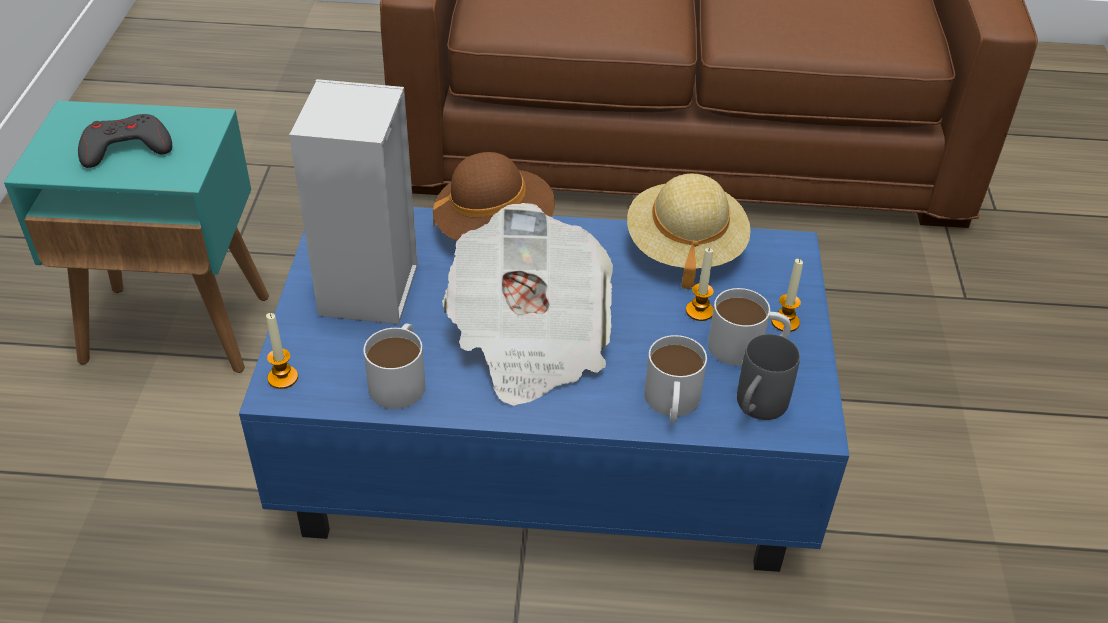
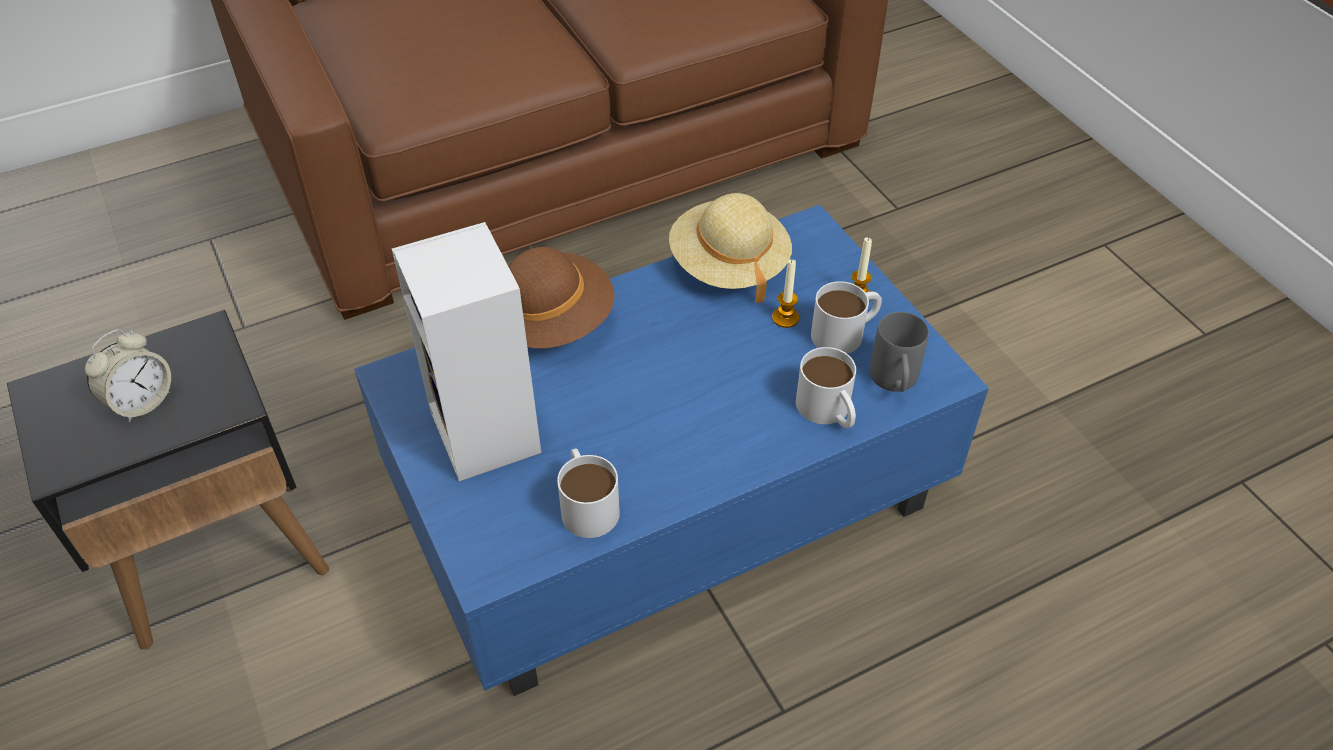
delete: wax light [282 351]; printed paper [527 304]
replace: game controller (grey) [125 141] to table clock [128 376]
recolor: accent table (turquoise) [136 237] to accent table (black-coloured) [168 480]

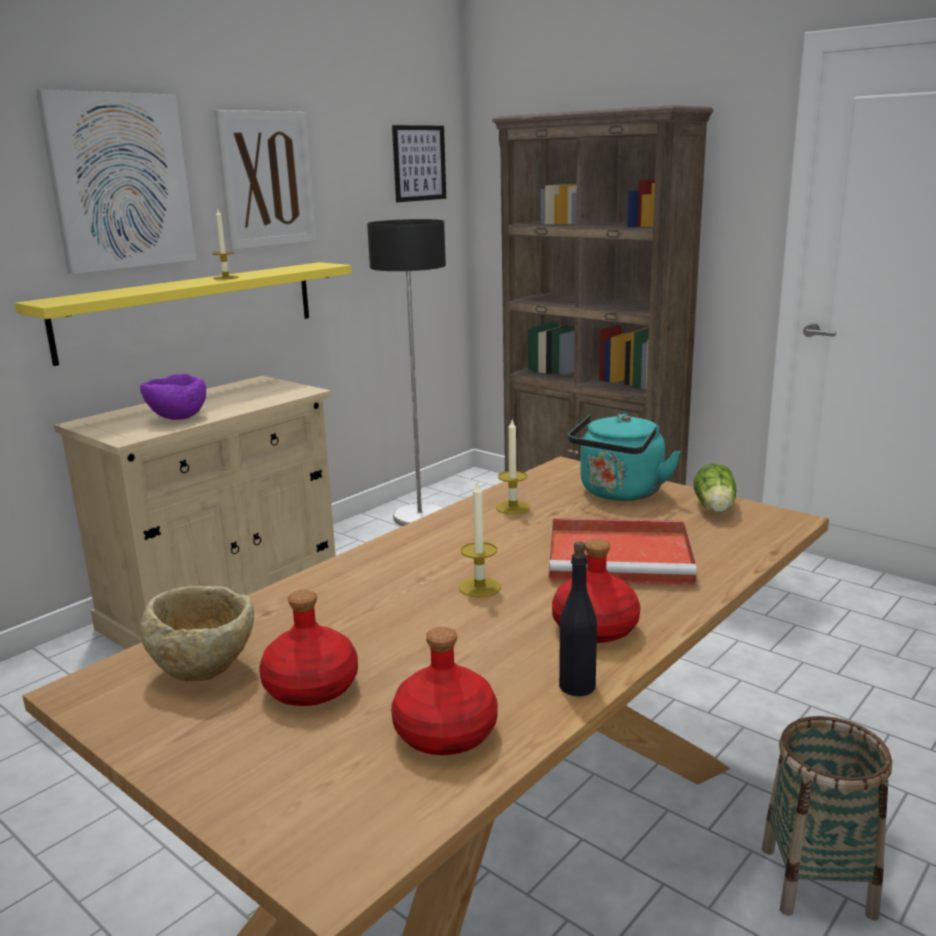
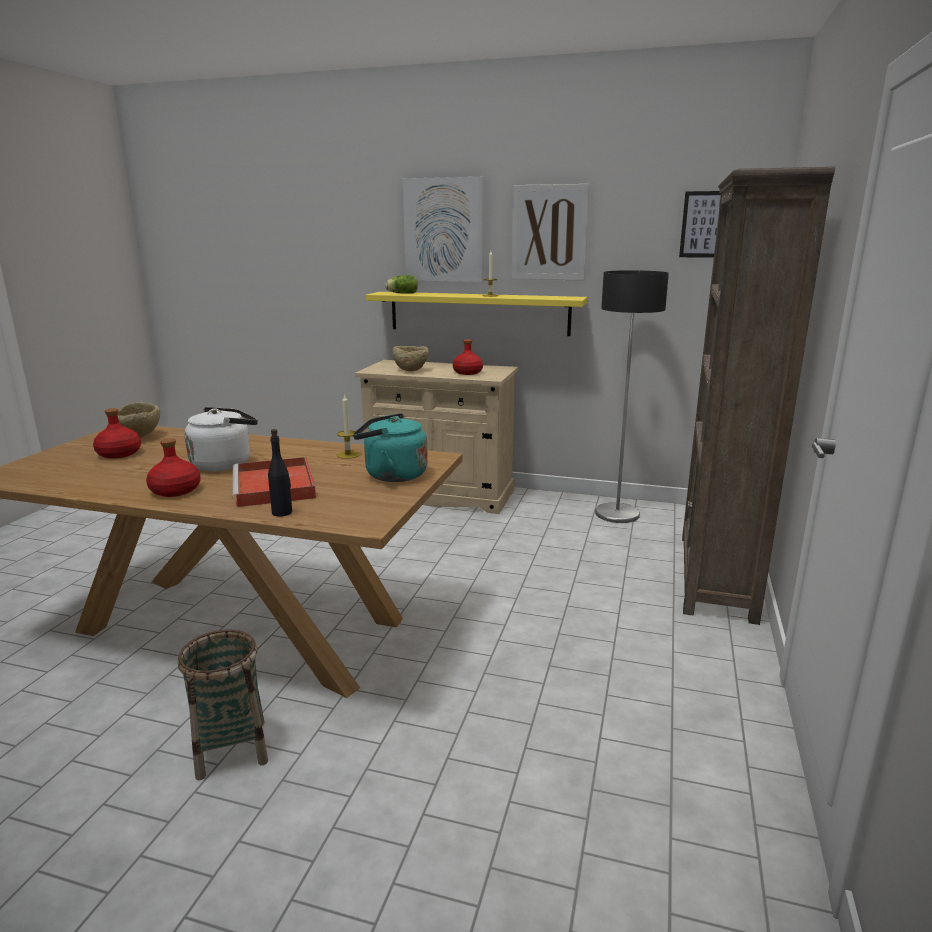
move: drink bottle (red-coloured) [444 691] to [468 357]; drink bottle (black-coloured) [578 618] to [280 473]; lettuce [715 488] to [401 284]
replace: wax light [480 539] to kettle (white-coloured) [221 439]
recolor: bowl (purplish) [173 397] to bowl (beige-coloured) [411 358]

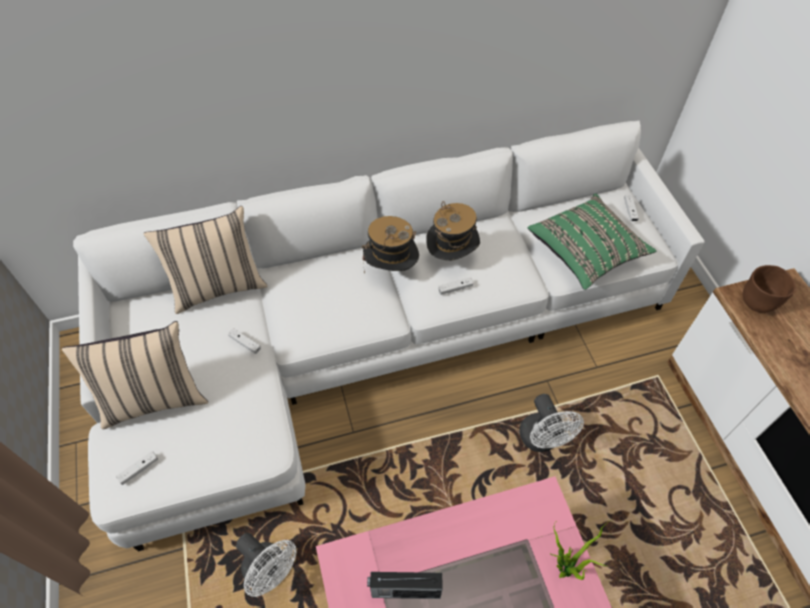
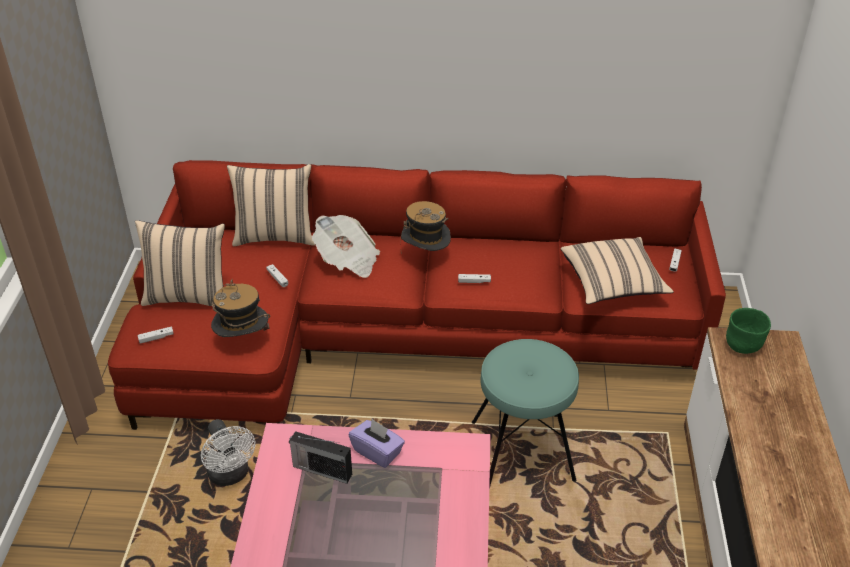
delete: potted plant [581 549]
insert: printed paper [346 246]; tissue holder (purplish) [376 443]
move: clothing hat [453 231] to [240 308]
replace: electric fan (white-coloured) [551 423] to sitting stool (turquoise) [525 414]
recolor: settee (white-coloured) [388 336] to settee (red-coloured) [417 295]; cushion (green) [591 241] to cushion (beige-coloured) [617 270]; bowl (brownish) [769 289] to bowl (green) [748 331]

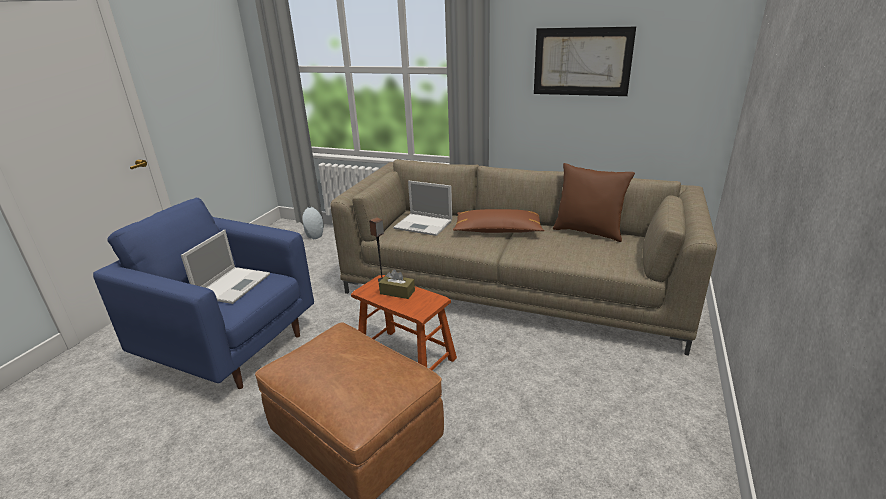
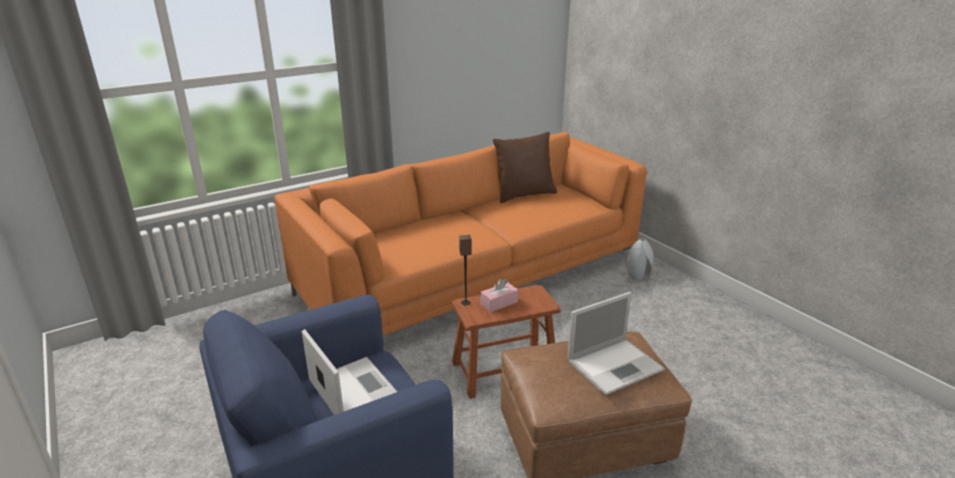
delete: cushion (brownish) [498 221]; picture [585 61]
move: decorative vase (grey) [312 223] to [640 259]; portable computer [422 208] to [616 343]
recolor: settee (beige-coloured) [523 257] to settee (orange-coloured) [460 233]; tissue holder (brownish) [397 284] to tissue holder (pink-coloured) [499 295]

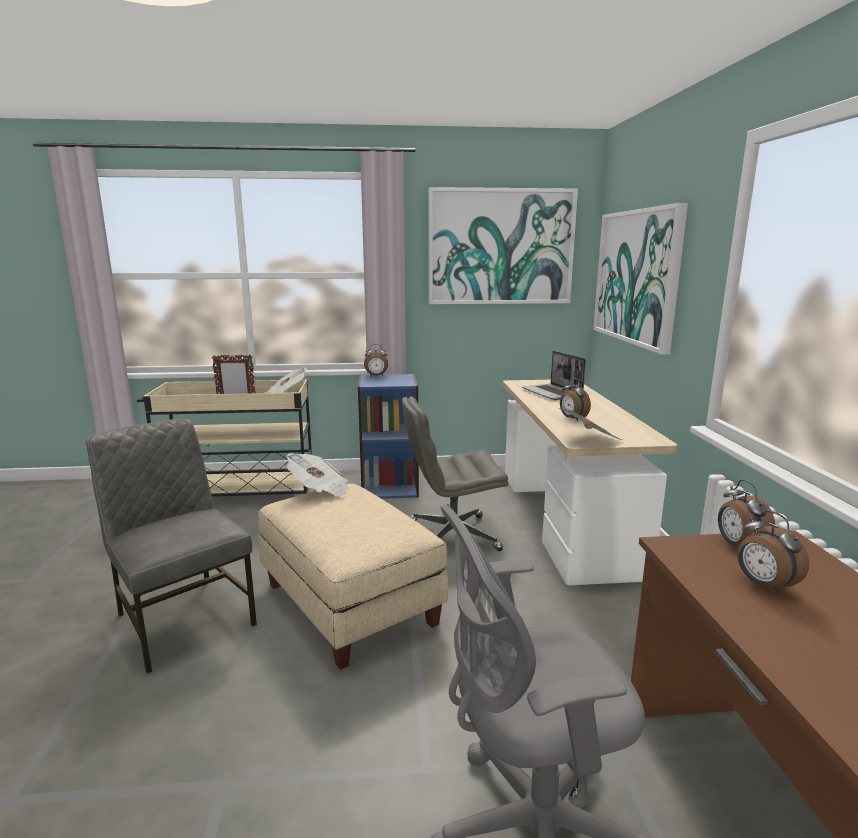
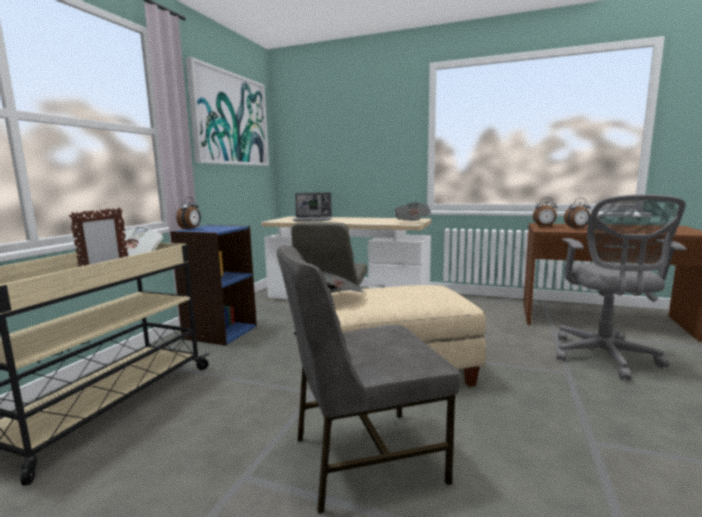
delete: table clock [575 399]; picture [640 278]

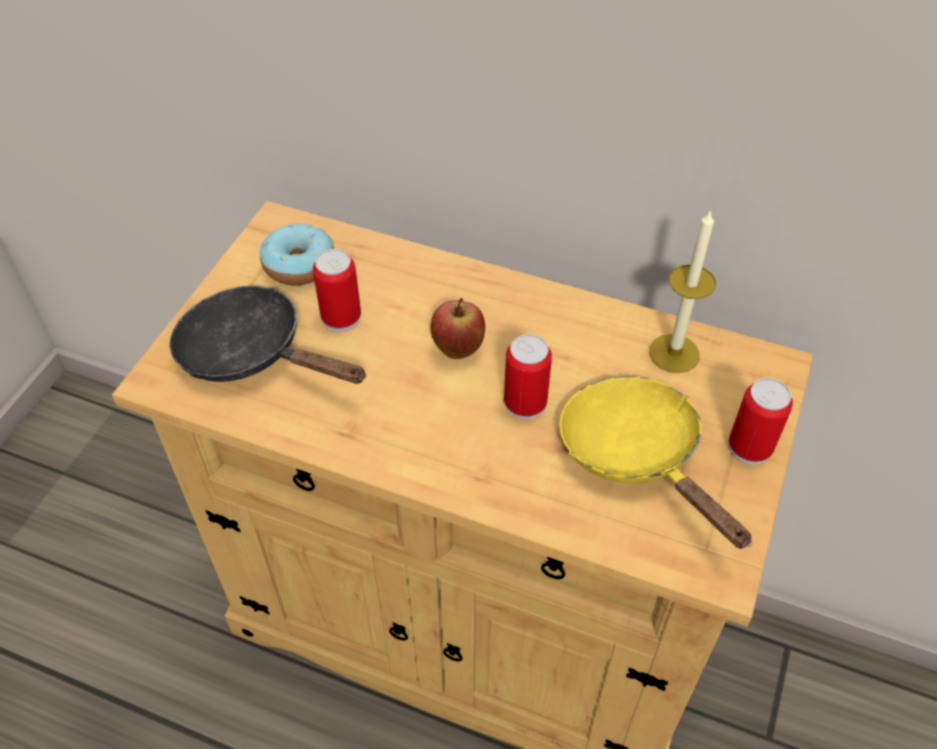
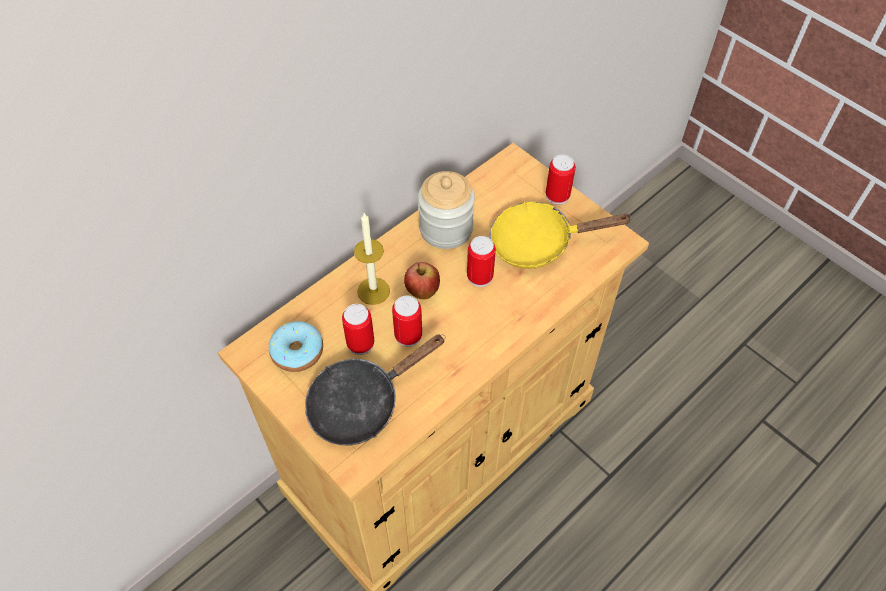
insert: can [407 321]; preserve jar [446 210]
move: wax light [682 291] to [372 259]

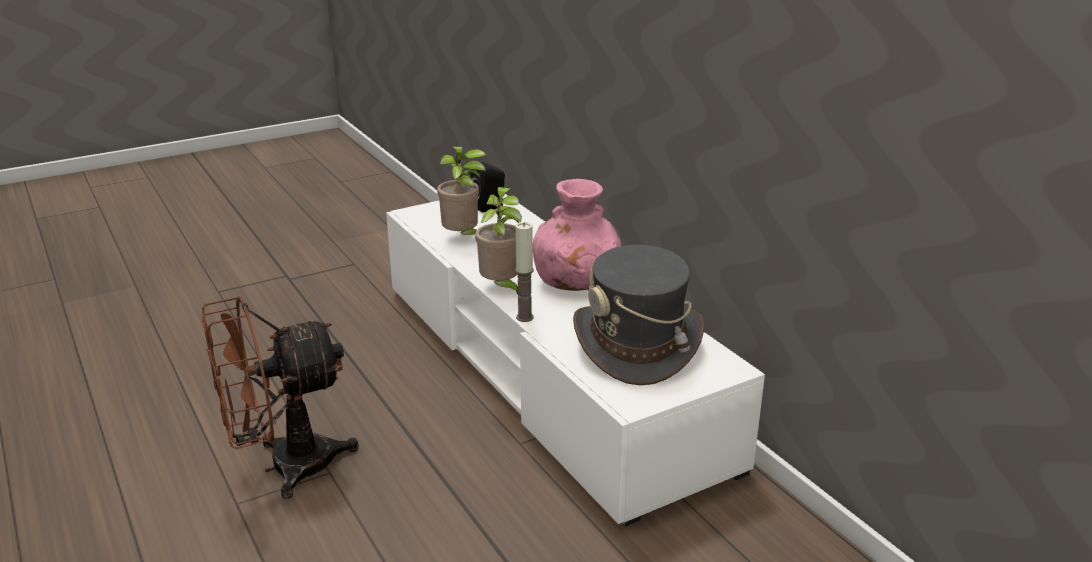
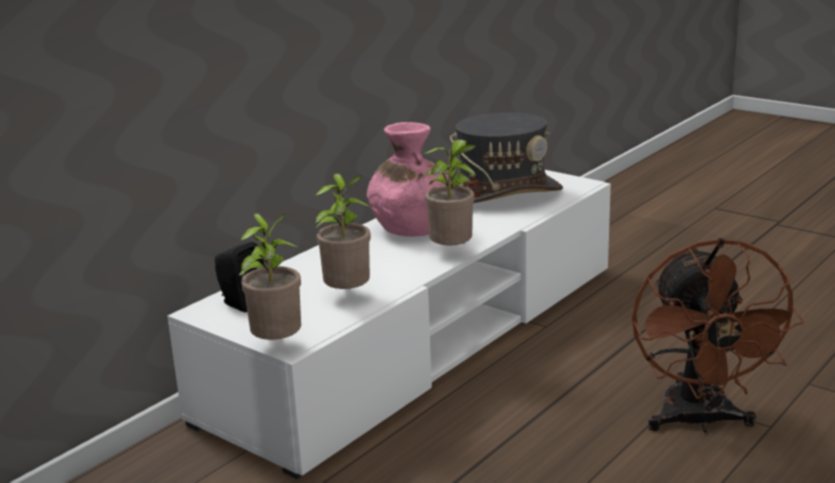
delete: wax light [524 272]
insert: potted plant [270 276]
rotate: electric fan (brownish) [280 397] = [718 335] 45 degrees clockwise

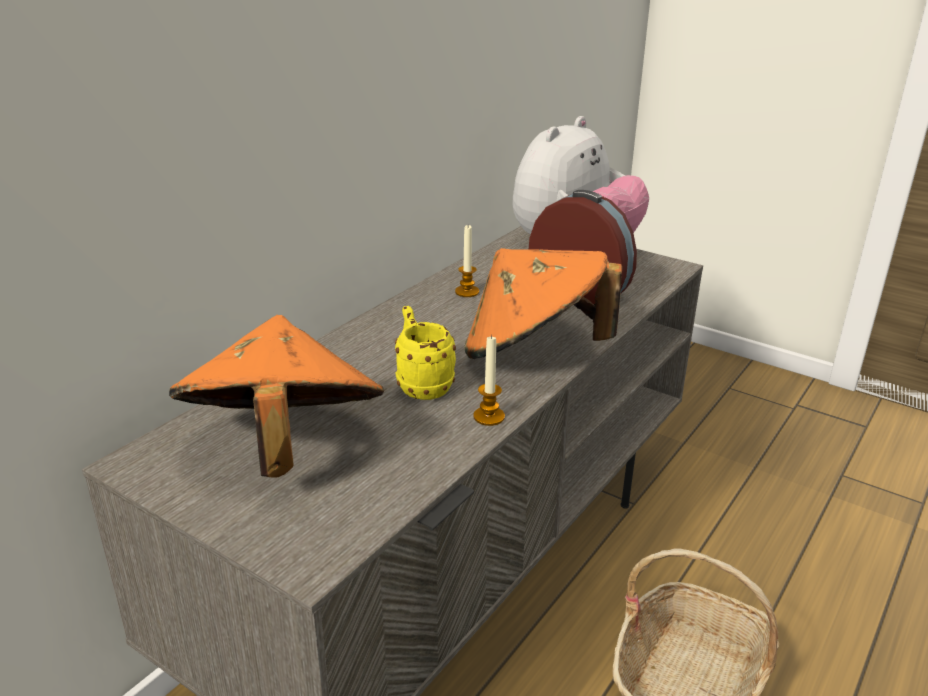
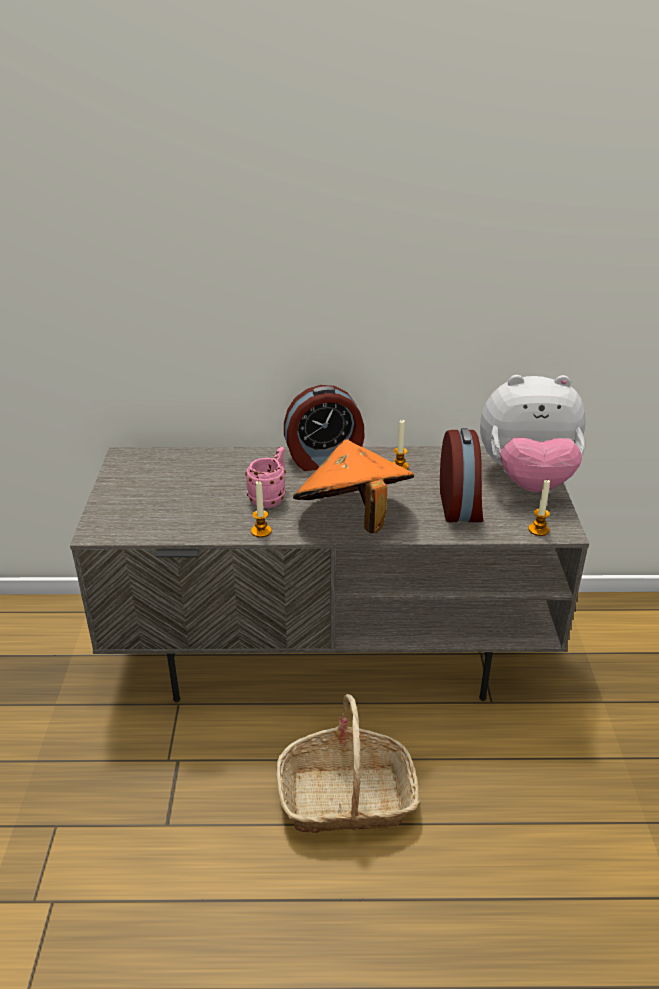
delete: clothing hat (orange-coloured) [276 396]
insert: table clock [324 428]; wax light [539 507]
recolor: tea mug (yellow-coloured) [425 353] to tea mug (pink-coloured) [265 477]

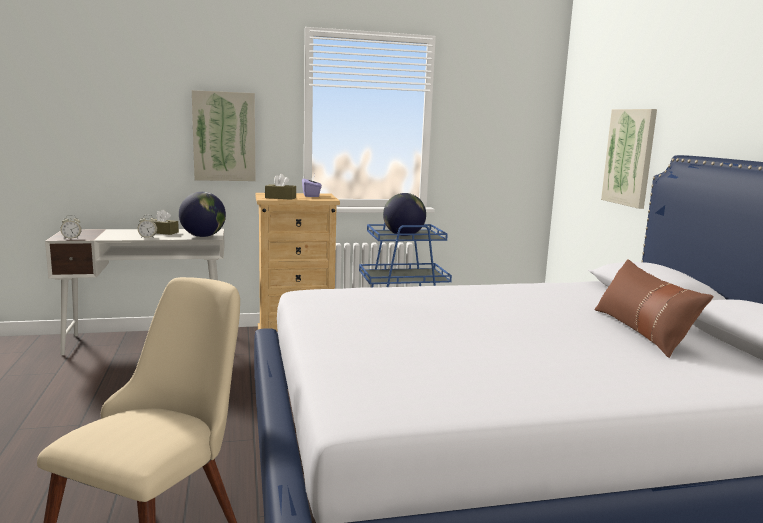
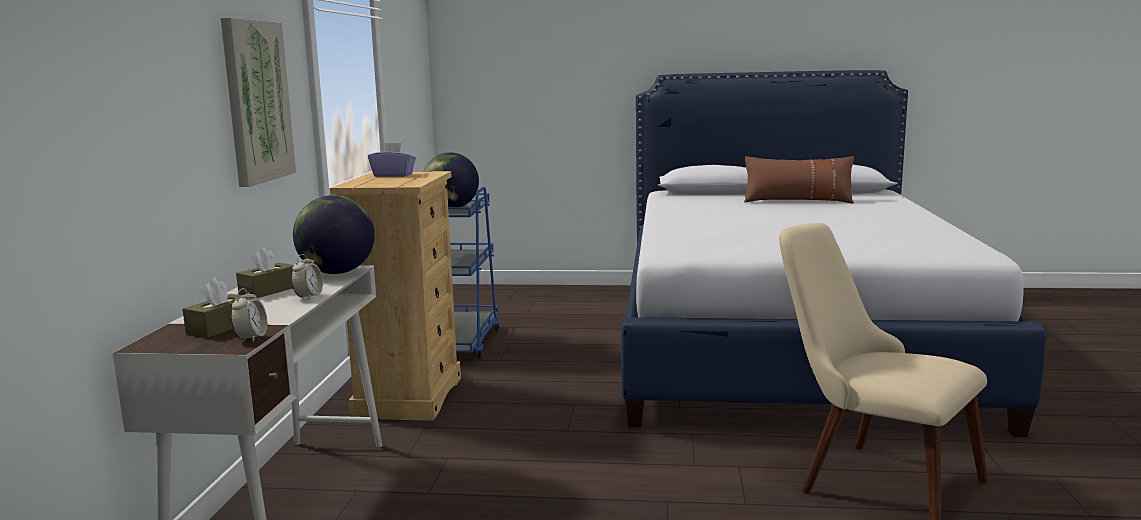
delete: picture [629 159]
move: tissue holder (brownish) [280 187] to [212 308]

